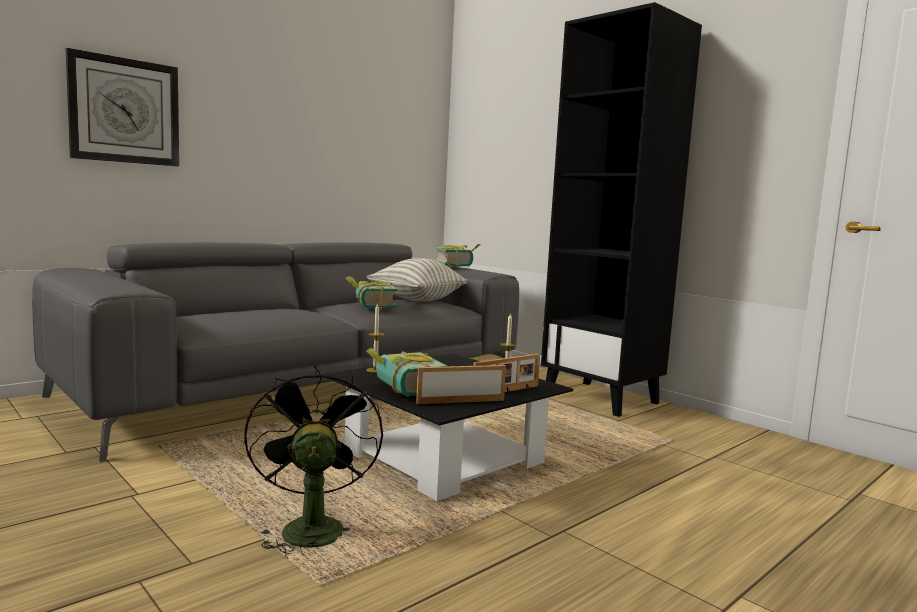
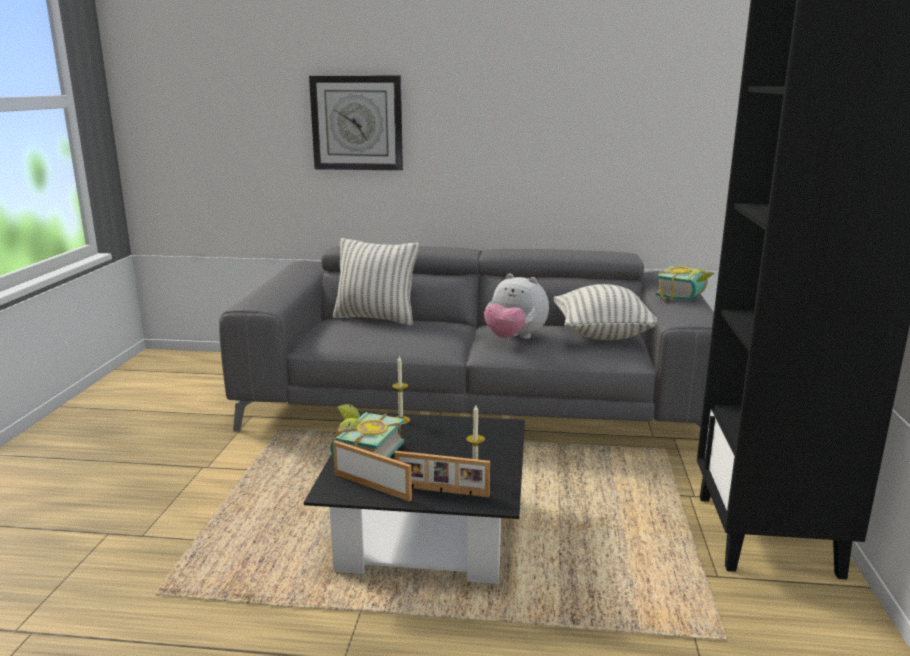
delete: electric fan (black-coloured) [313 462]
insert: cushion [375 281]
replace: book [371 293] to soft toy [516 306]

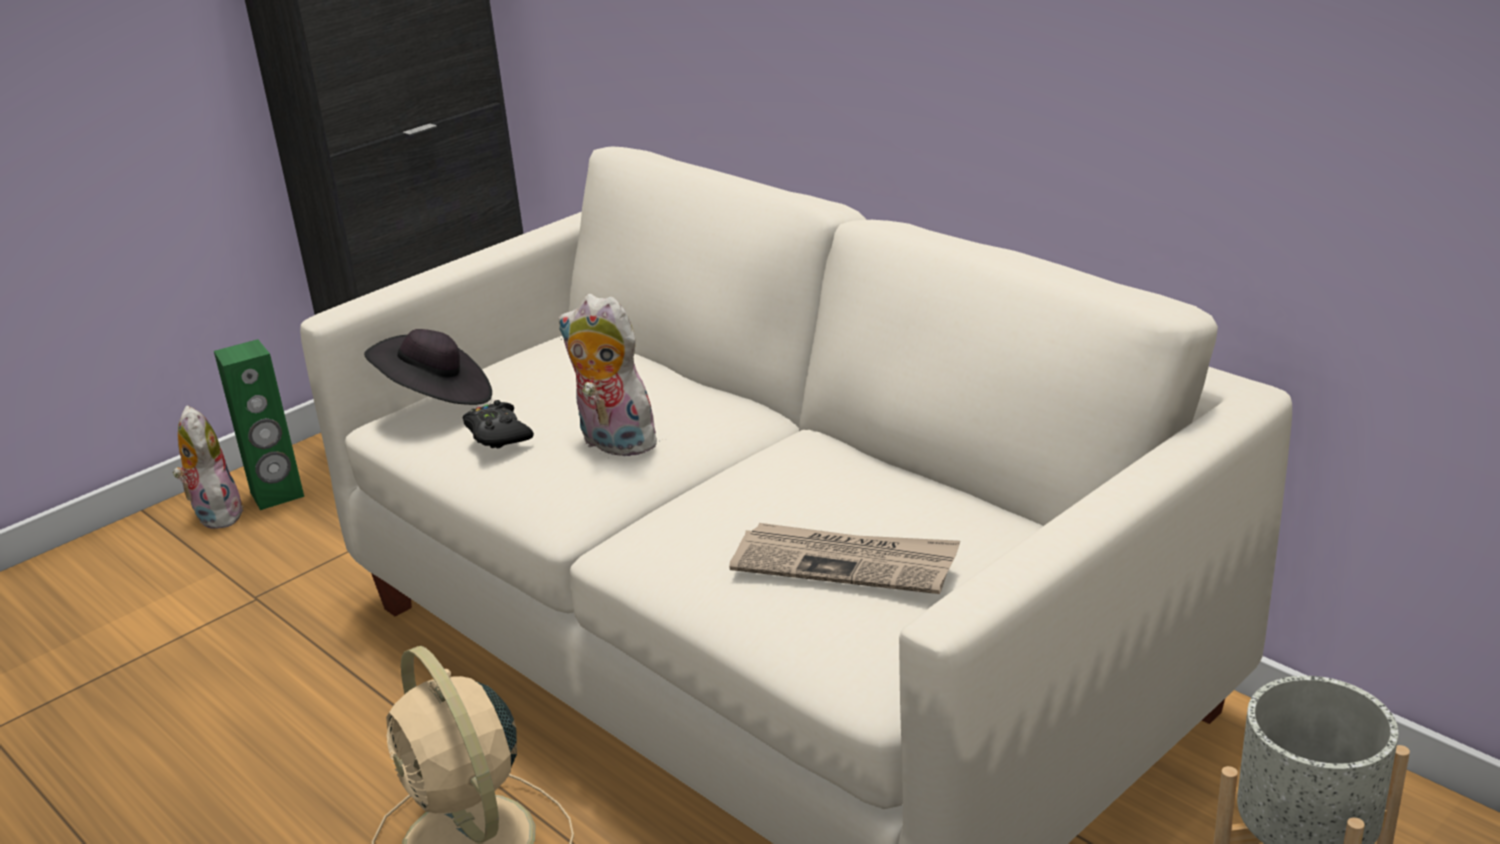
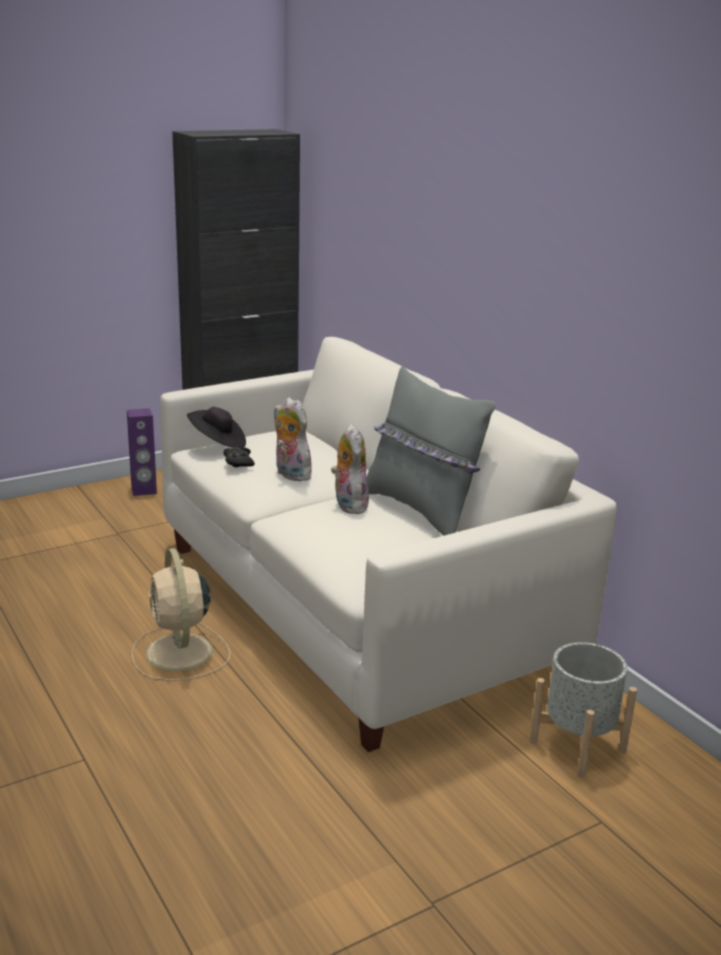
delete: printed paper [844 558]
insert: cushion (grey) [431 451]
move: soft toy [208 467] to [350 469]
recolor: speaker (green) [259 424] to speaker (purplish) [142 452]

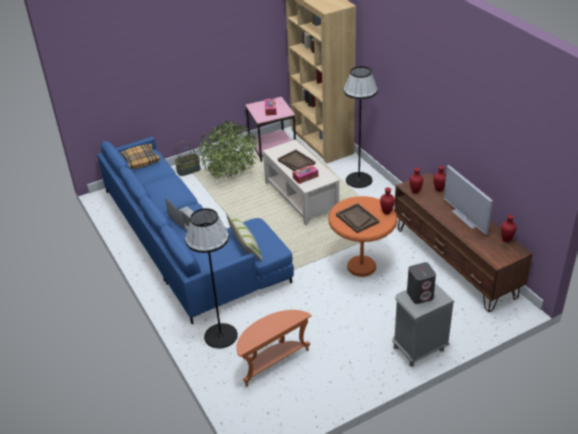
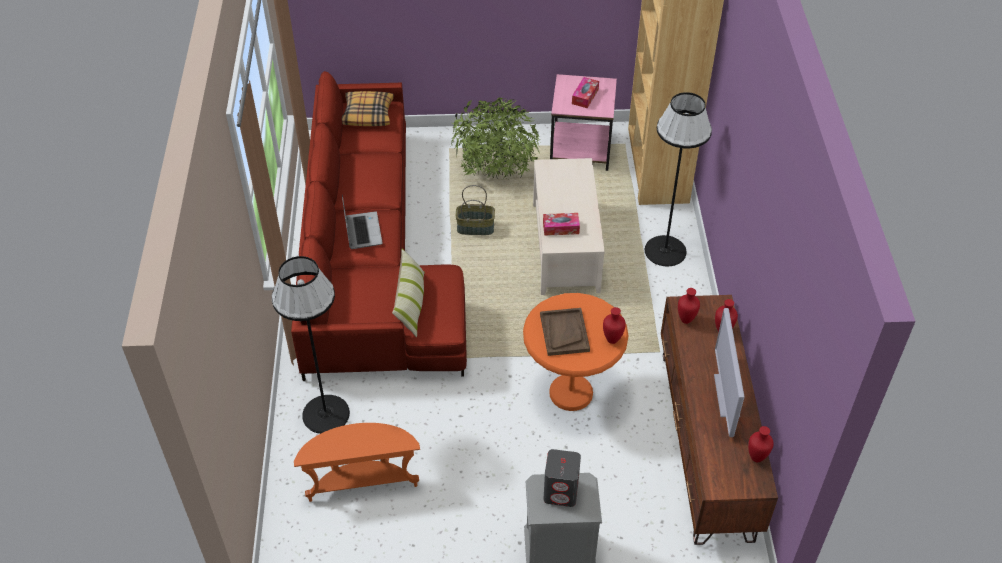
delete: tray (brownish) [296 160]
move: basket [188 158] to [475 210]
recolor: settee (blue-coloured) [195 230] to settee (red-coloured) [379 226]

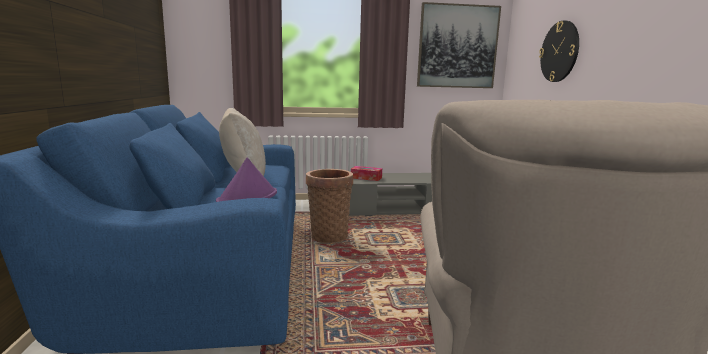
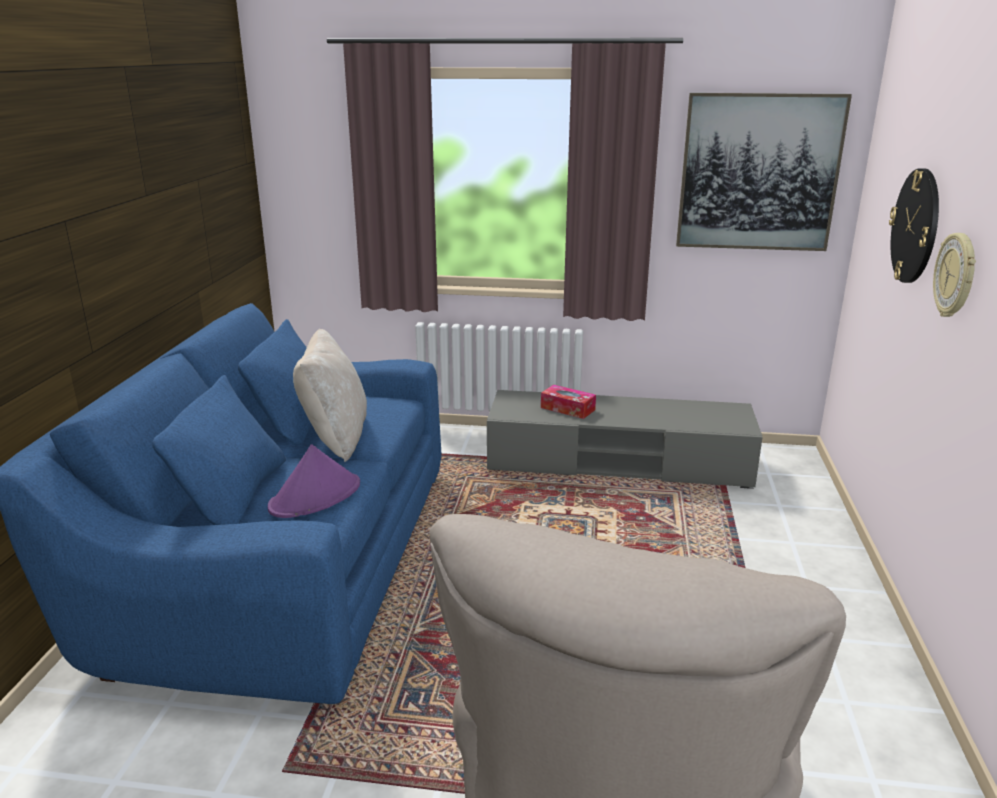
delete: basket [329 206]
insert: clock on the wall [954 275]

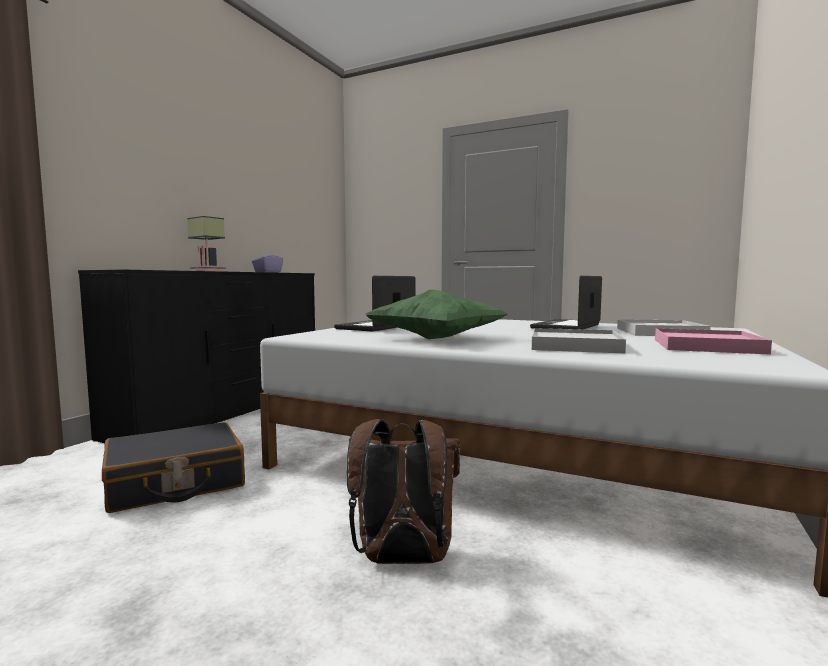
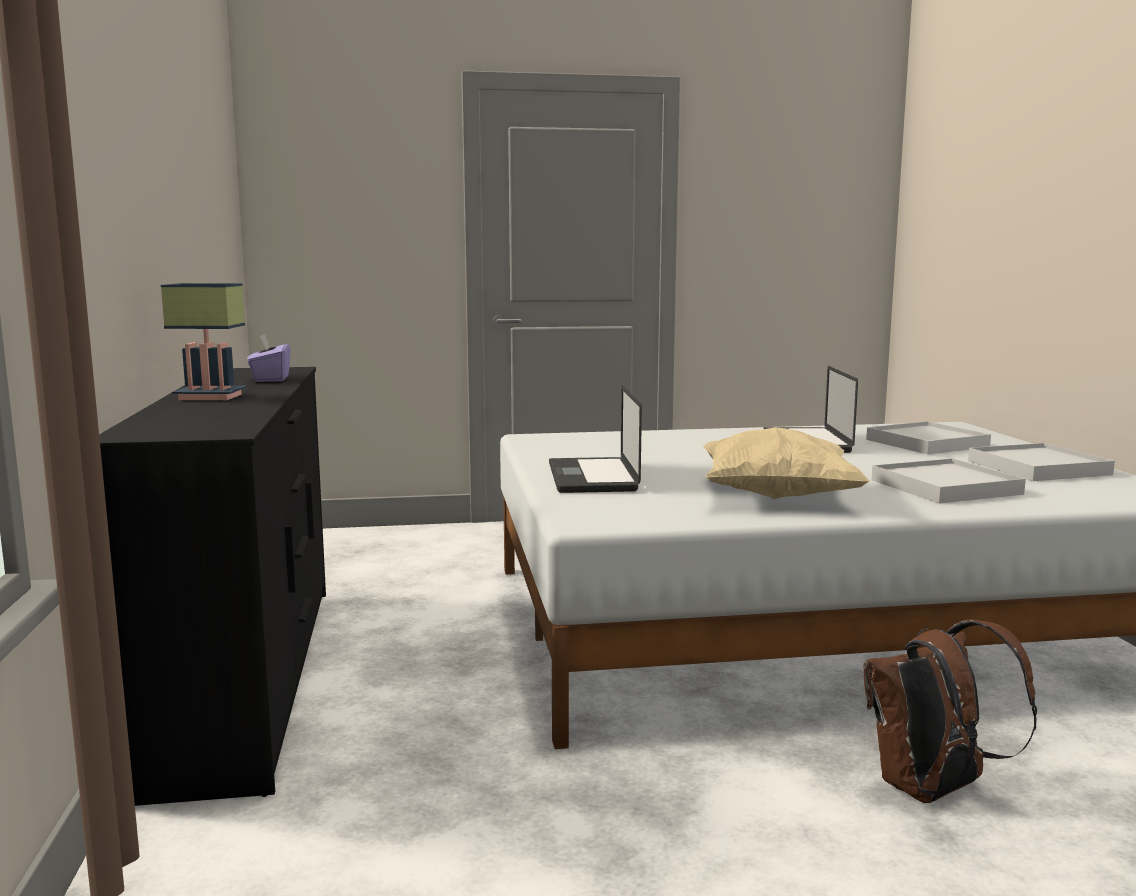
delete: suitcase (black-coloured) [173 467]
recolor: cushion (green) [437 314] to cushion (beige-coloured) [786 463]; tray (pink-coloured) [713 341] to tray (white-coloured) [1041 462]

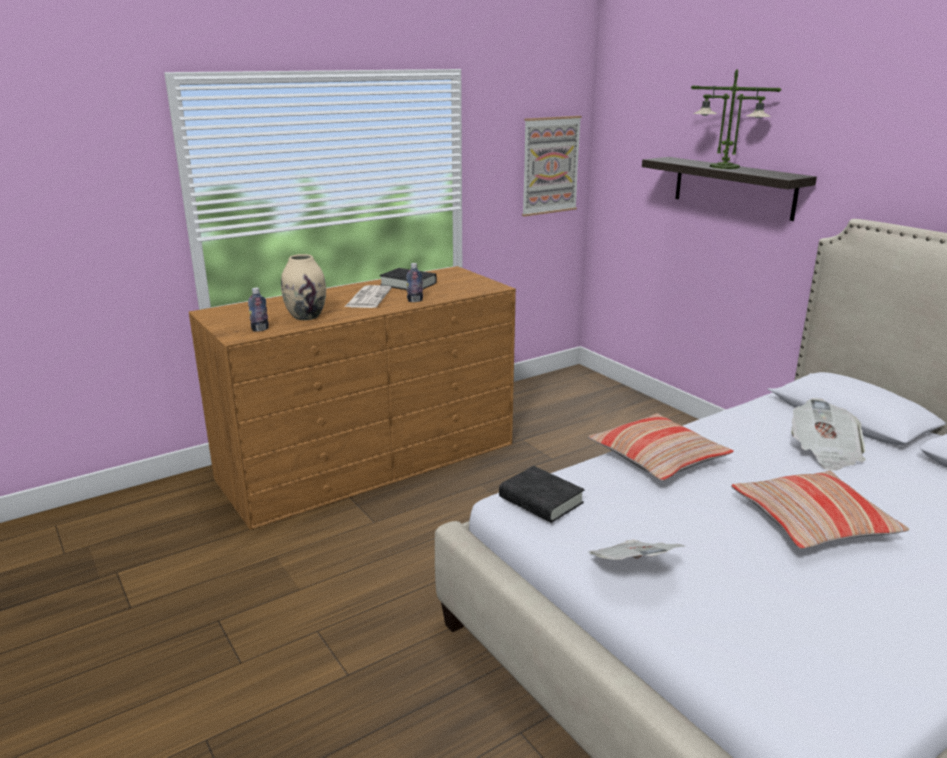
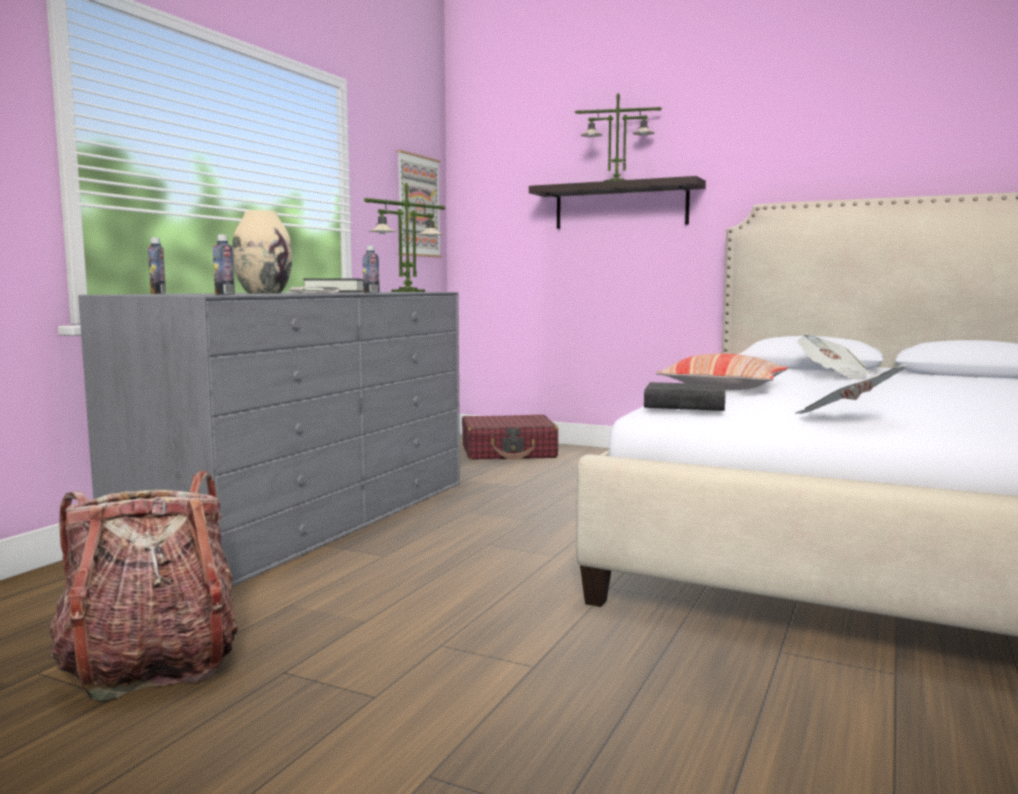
delete: cushion [820 510]
insert: knapsack [143 586]; drink bottle [157 266]; table lamp [404 237]; suitcase (red-coloured) [510 437]
recolor: chest of drawers (brownish) [352 398] to chest of drawers (grey) [269 439]

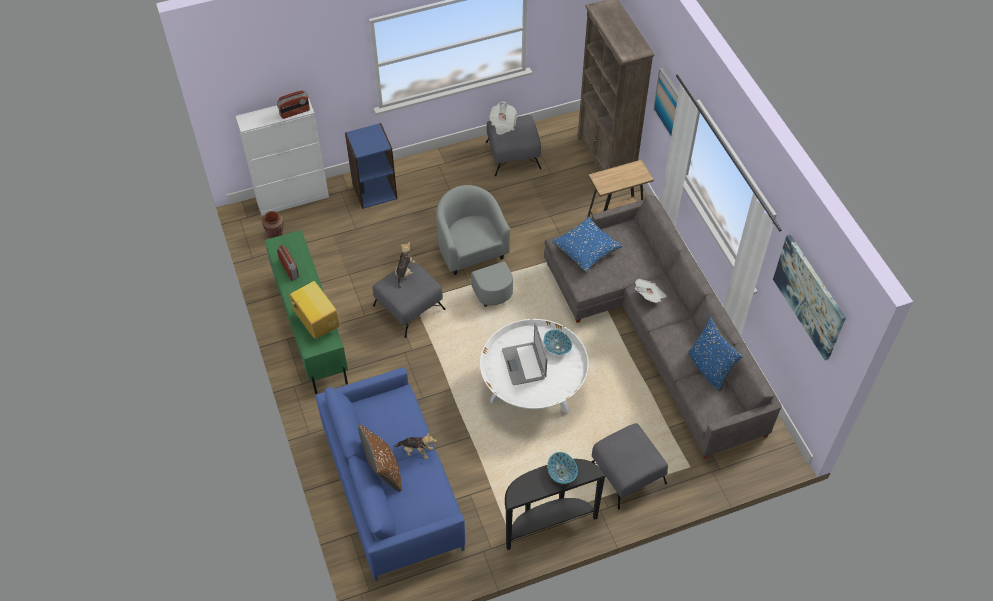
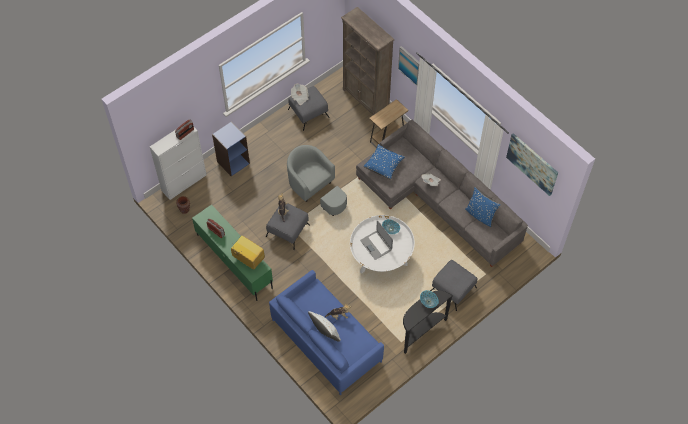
recolor: cushion (brownish) [380 458] to cushion (white-coloured) [324 326]

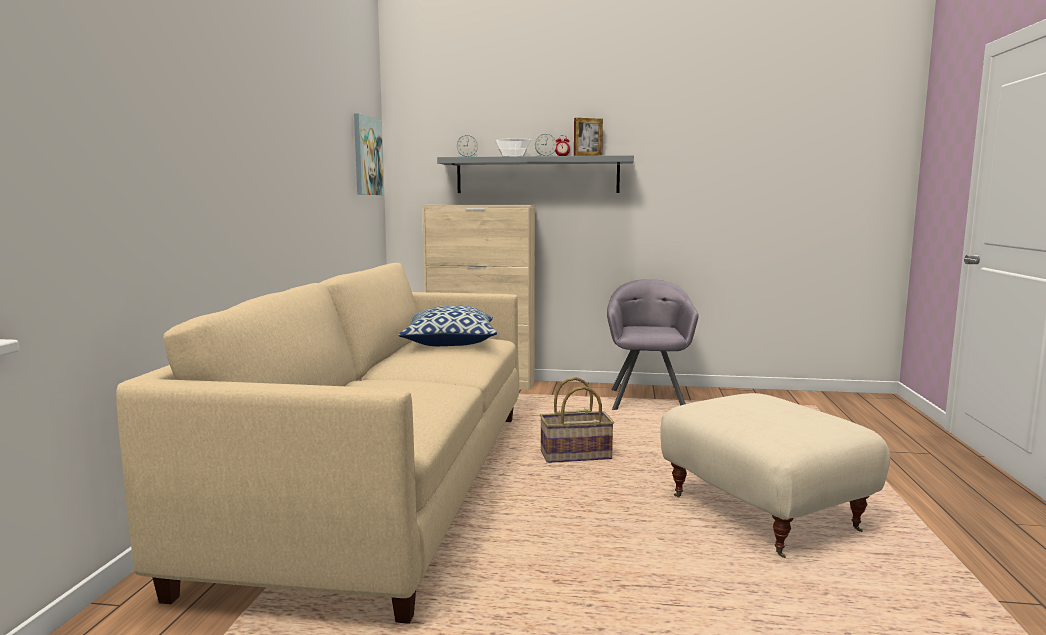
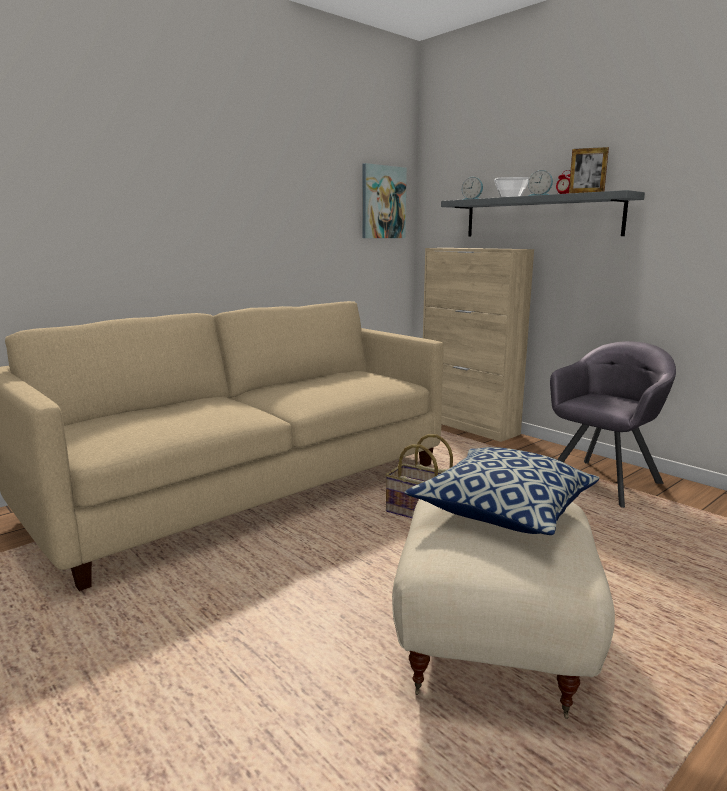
move: cushion [447 326] to [501 491]

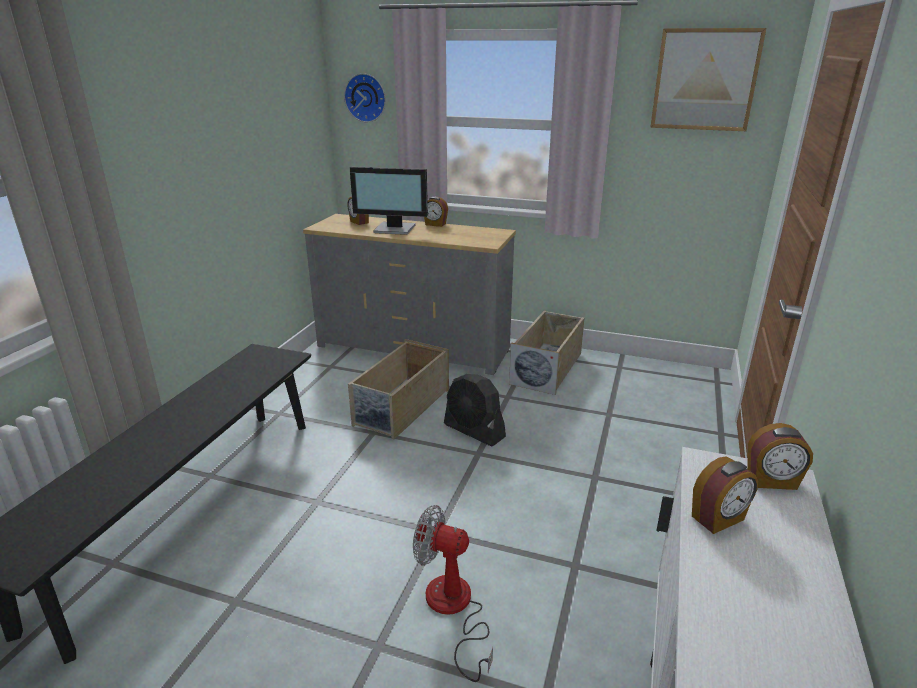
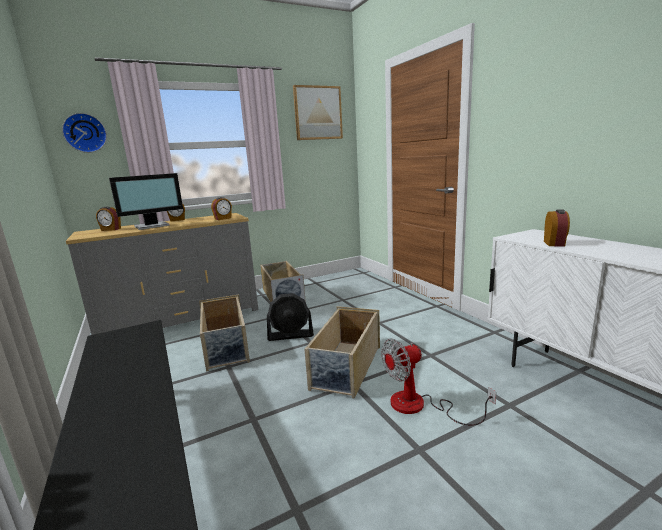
insert: storage container (beige-coloured) [342 352]
move: table clock [780 456] to [221 208]

